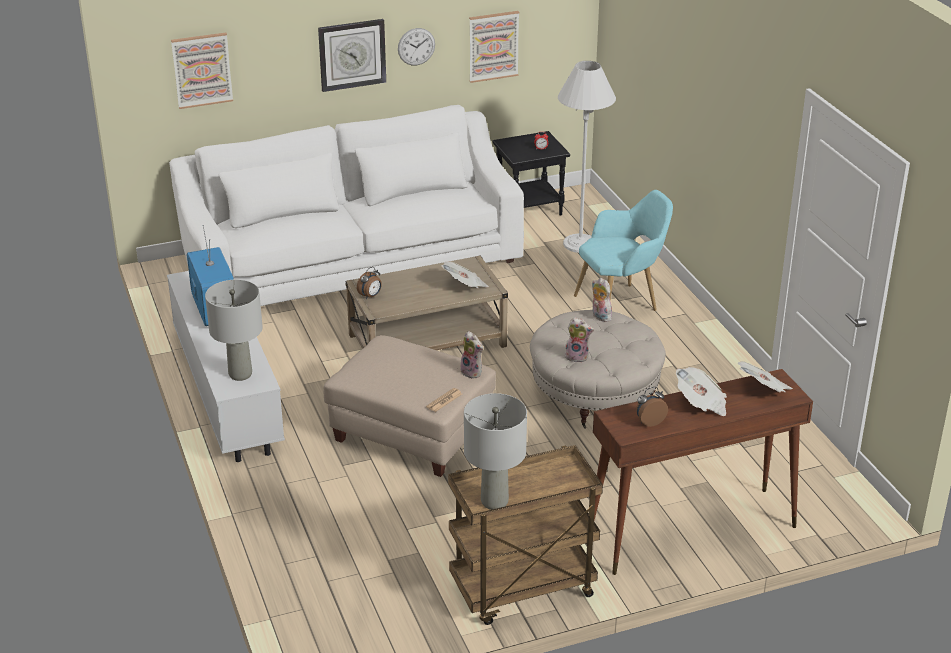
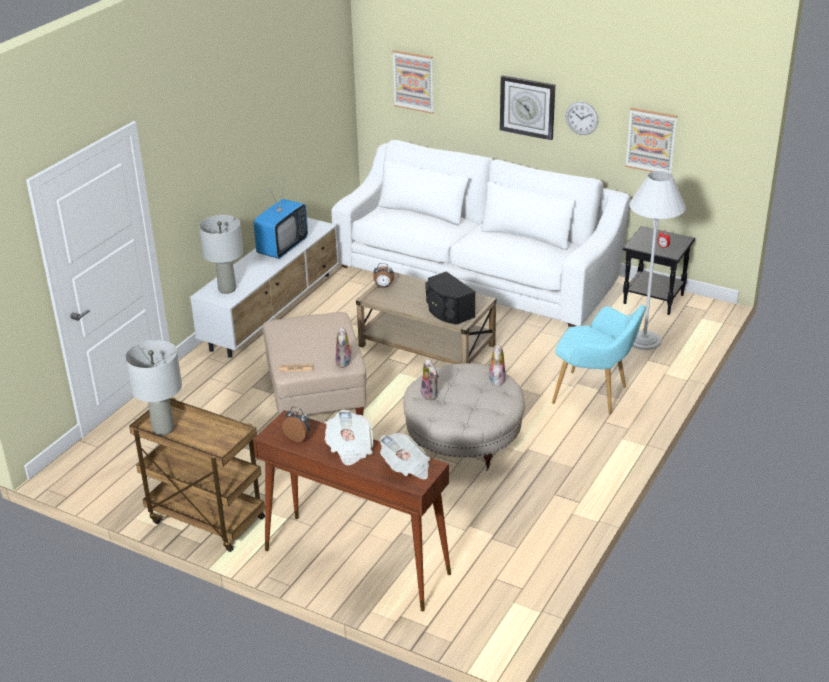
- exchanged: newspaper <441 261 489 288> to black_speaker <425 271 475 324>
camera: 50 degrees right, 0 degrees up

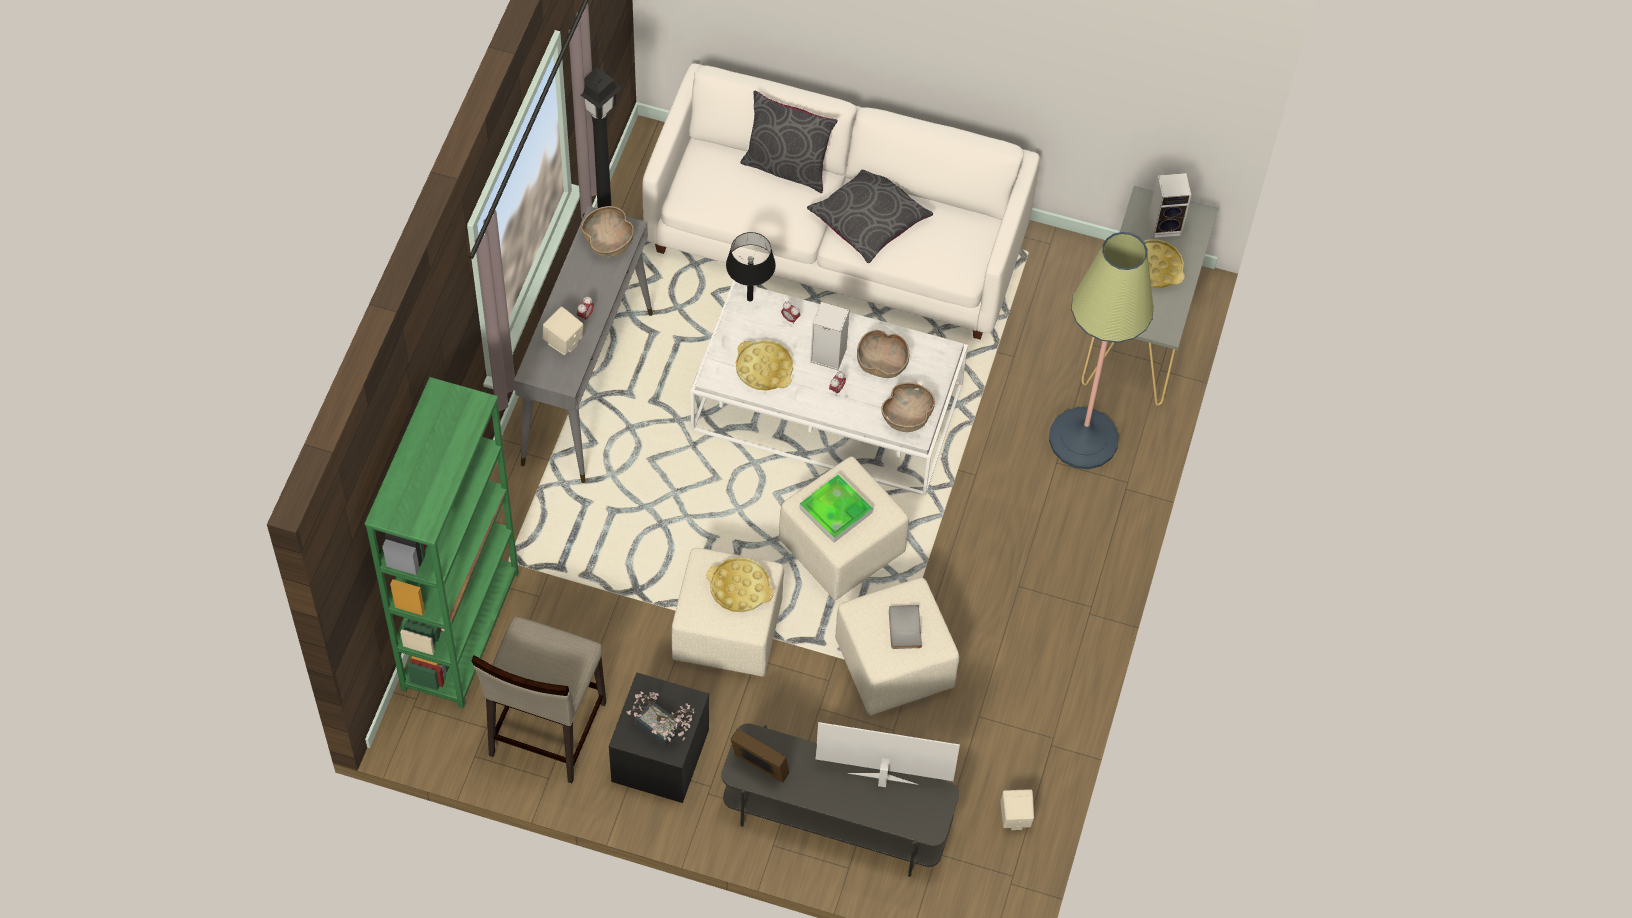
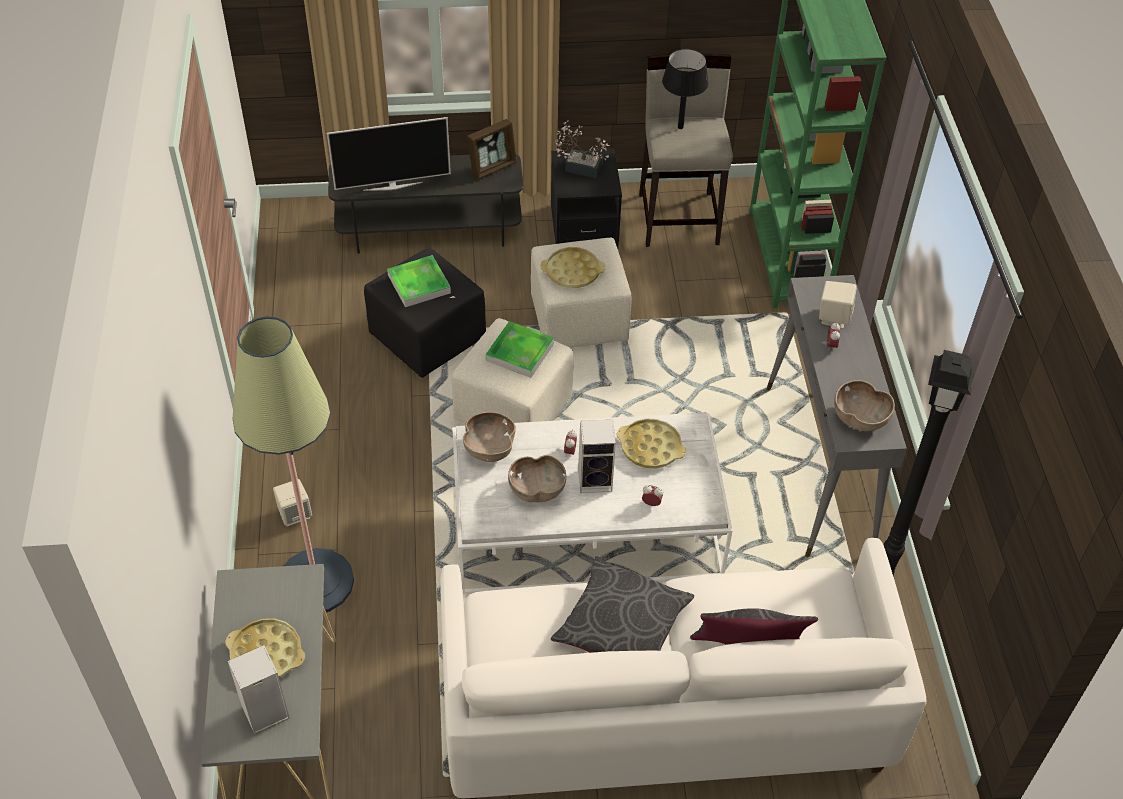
- relocated: beige_speaker <1000 789 1034 830> to <273 479 312 526>
- colour: beige_ottoman <835 578 959 715> to black_ottoman <364 248 486 378>
- exchanged: grey_book <889 605 922 649> to tray <387 255 451 307>
- spun: picture_frame <730 729 789 783> = <467 119 517 180> 45 degrees counterclockwise
- relocated: black_table_lamp <726 232 776 301> to <662 49 708 129>
camera: 160 degrees right, 10 degrees down

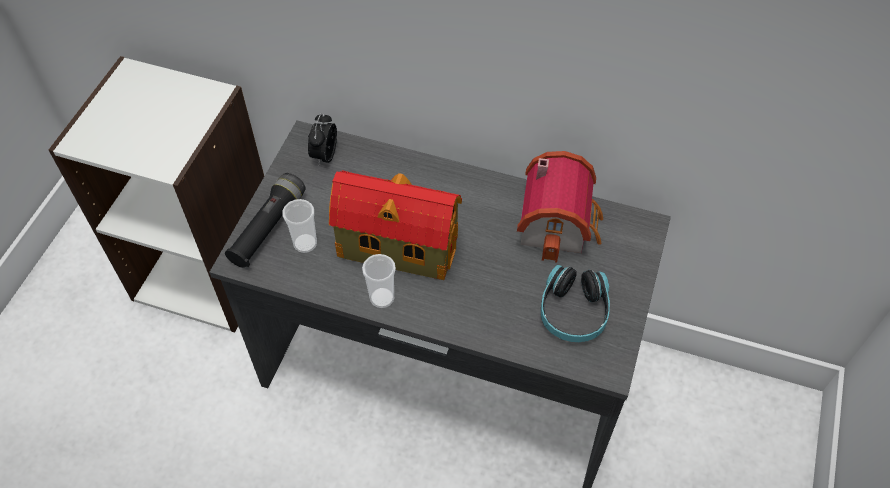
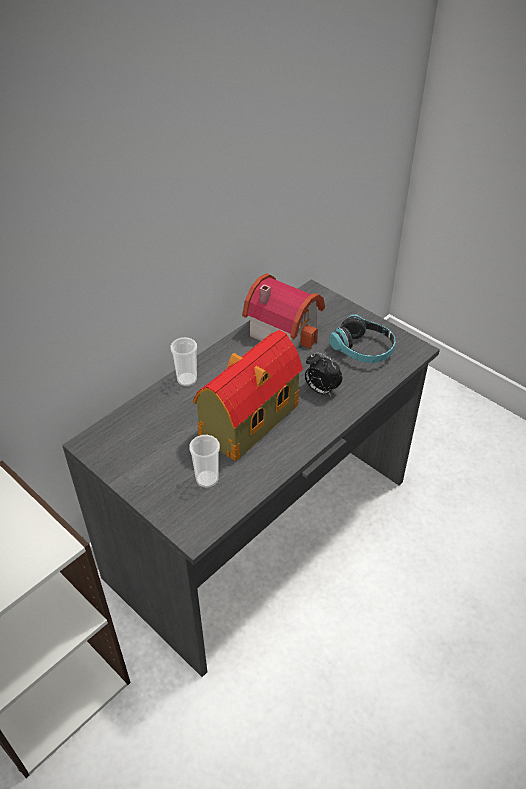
- relocated: cup <362 254 396 308> to <171 337 197 386>
- relocated: alarm_clock <308 113 337 165> to <305 352 342 396>
- missing: black_flashlight <225 173 306 268>
camera: 65 degrees left, 10 degrees down

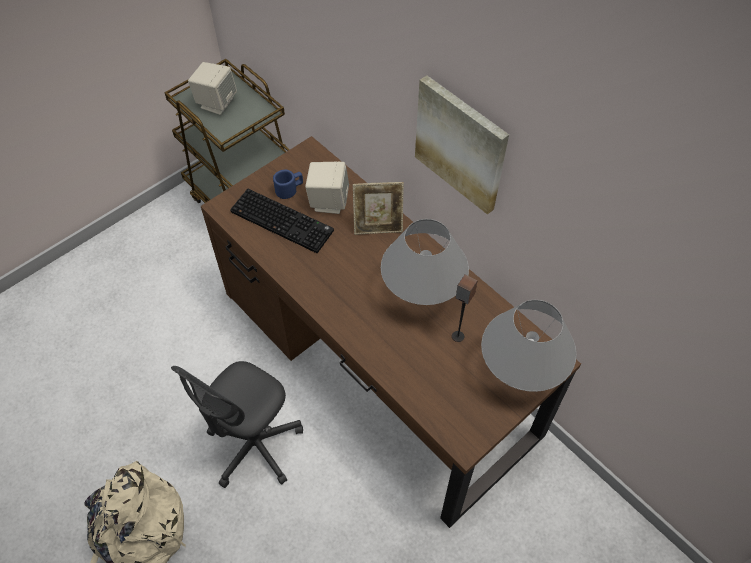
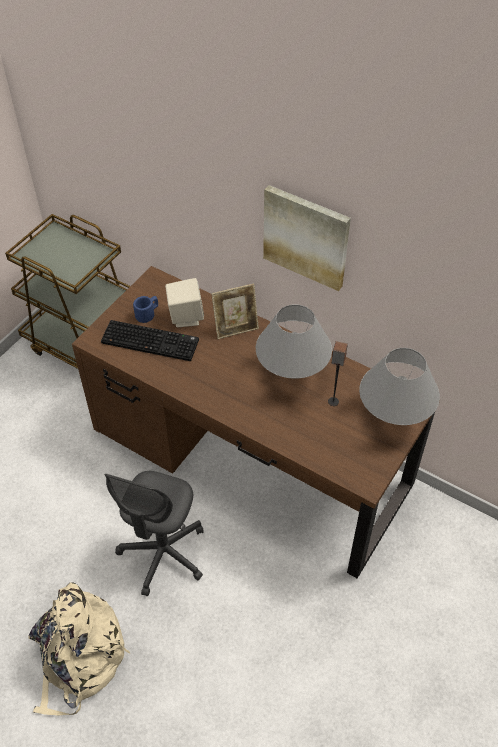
- missing: beige_speaker <188 62 237 115>
camera: 15 degrees left, 5 degrees down

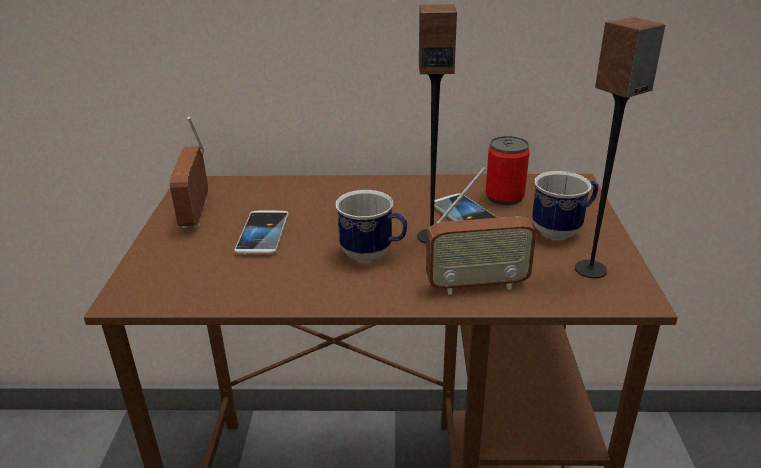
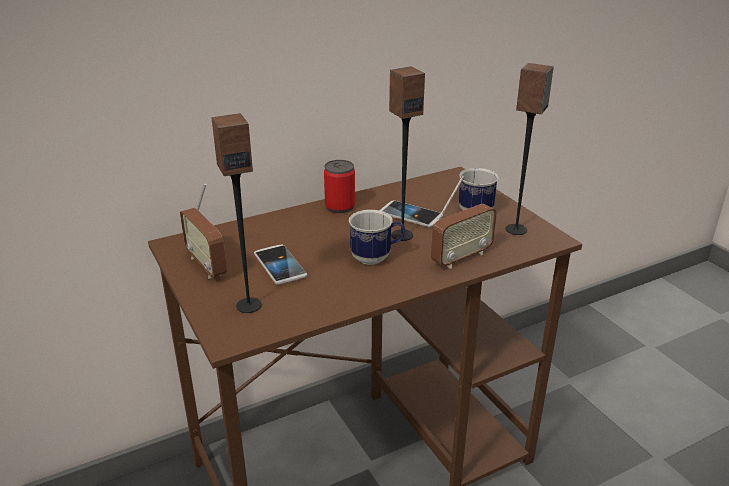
- appeared: speaker <212 113 262 313>
- relocated: can <485 136 529 205> to <324 160 355 213>
camera: 30 degrees left, 0 degrees up

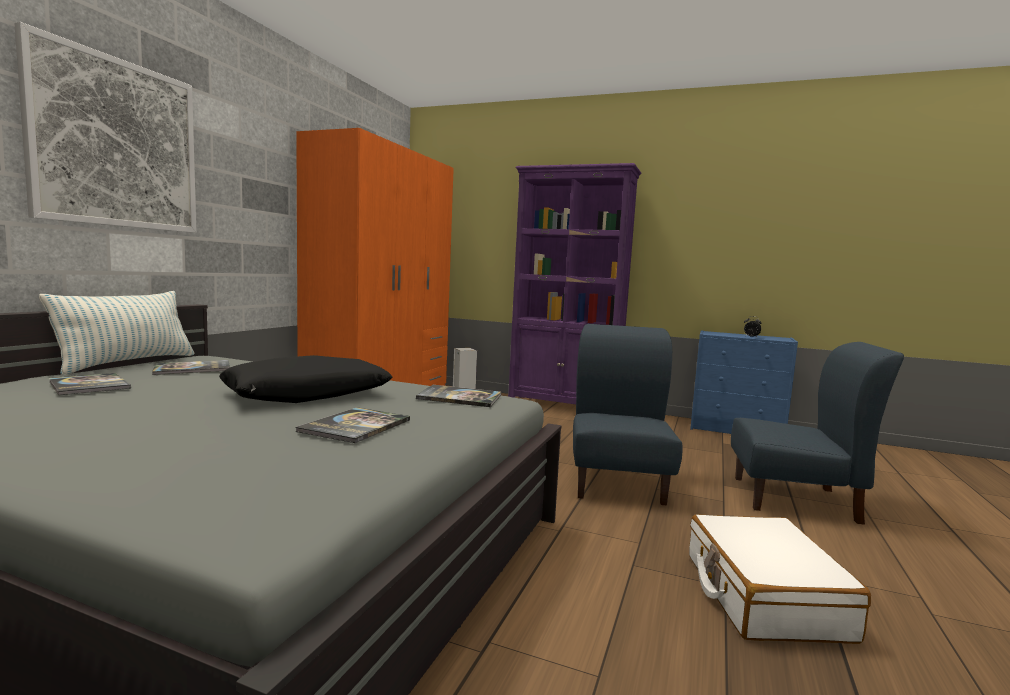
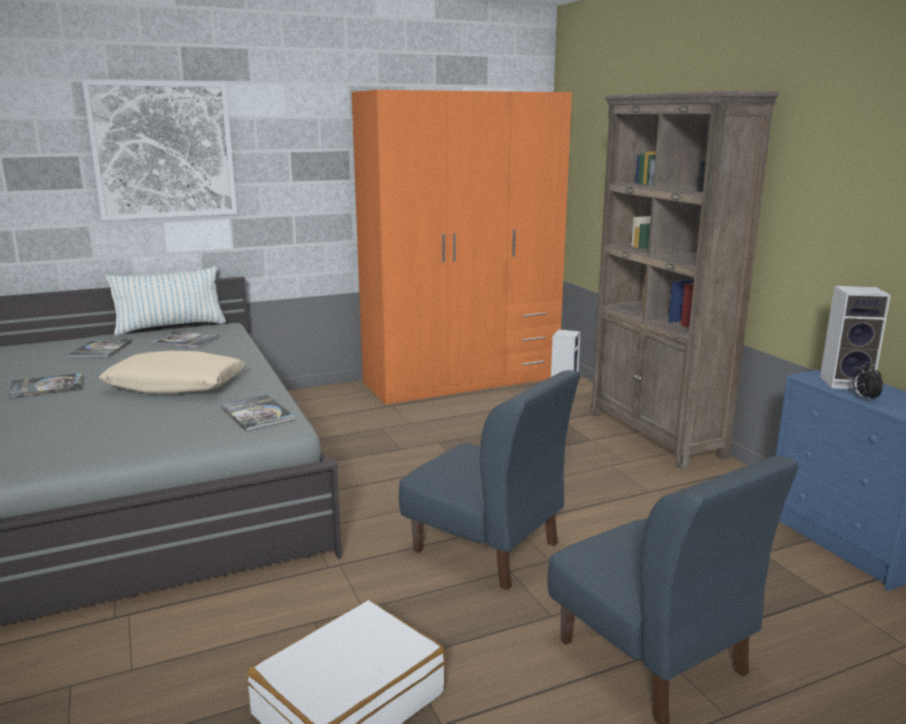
- relocated: book <296 408 410 443> to <8 373 83 398>
- colour: black_pillow <219 355 392 403> to beige_pillow <99 351 246 393>
- spun: blue_chair <573 324 682 505> = <399 370 580 590> 75 degrees clockwise
- colour: purple_bookcase <508 163 641 404> to brown_bookcase <590 90 779 469>
- appeared: speaker <820 286 891 389>
camera: 45 degrees right, 10 degrees up

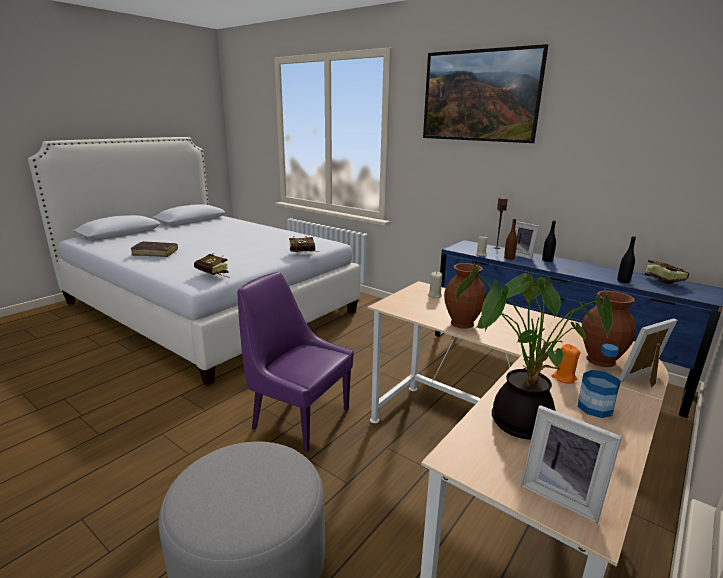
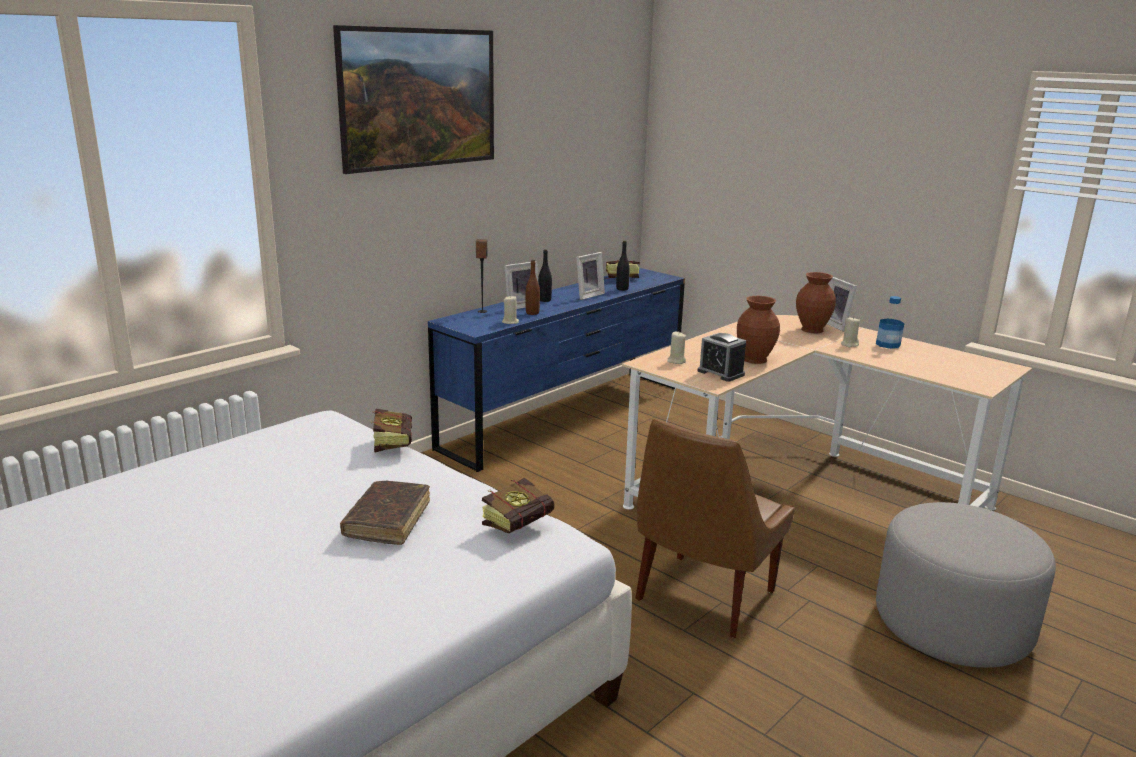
- relocated: brown_book <131 241 178 257> to <340 481 430 545>
- relocated: picture_frame <521 405 622 523> to <576 252 605 300>
- colour: purple_chair <237 272 354 452> to brown_chair <635 419 795 638>
- appeared: alarm_clock <698 333 746 382>
- colour: orange_candle <552 344 581 384> to beige_candle <841 316 860 347>
- missing: potted_plant <455 262 613 439>
camera: 85 degrees left, 0 degrees up

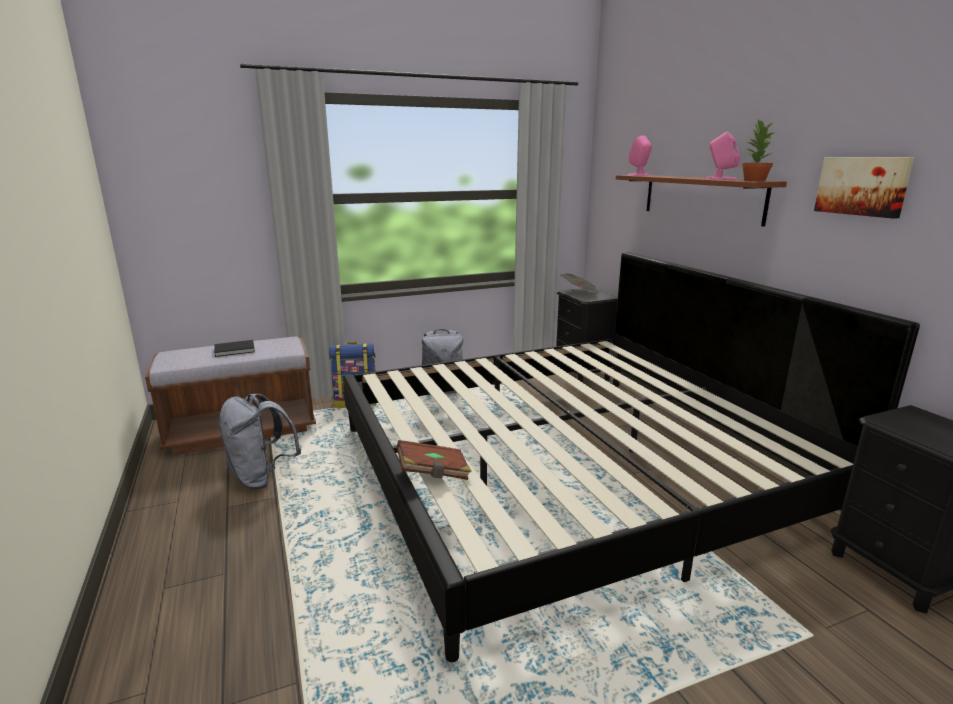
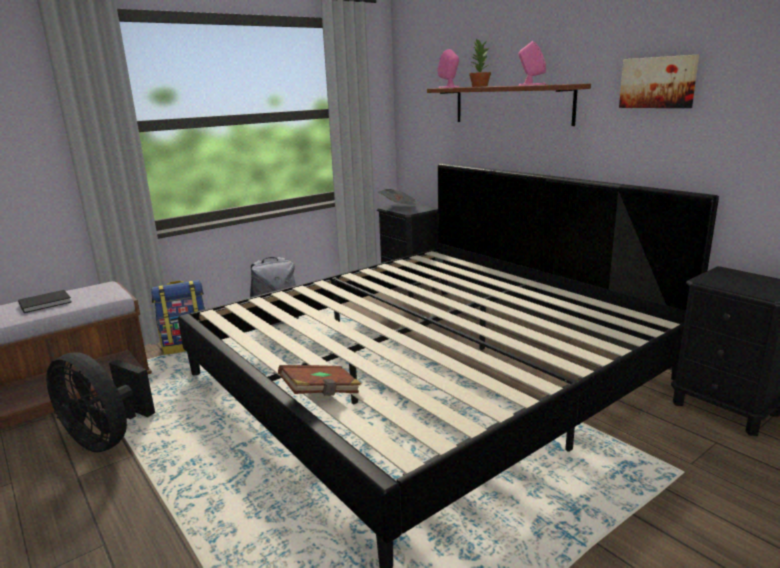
- exchanged: grey_backpack <219 394 301 489> to black_fan <46 352 155 453>
- relocated: potted_plant <742 119 775 181> to <469 39 491 87>
camera: 15 degrees left, 0 degrees up

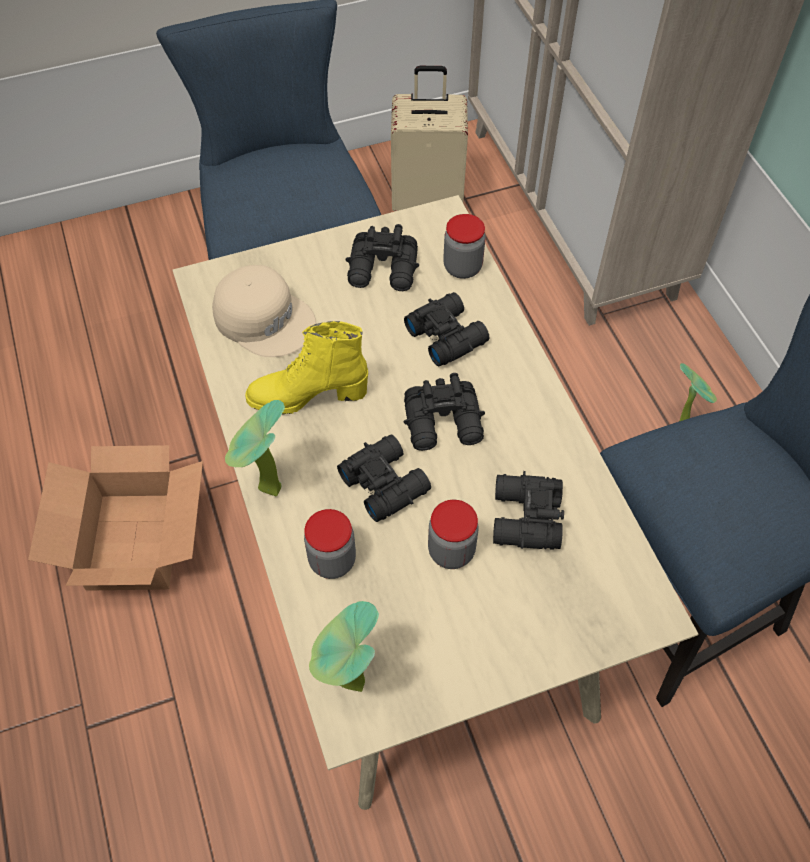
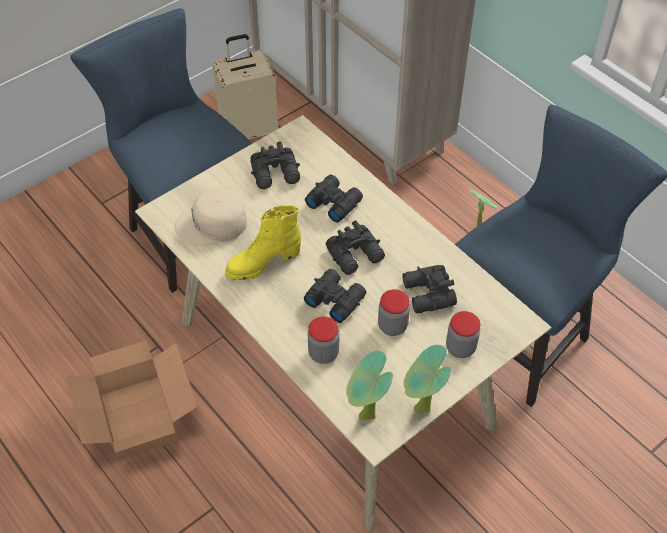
- spun: beige_cap <212 265 316 357> = <175 188 247 246> 150 degrees clockwise
- relocated: potted_plant <225 400 285 496> to <404 345 452 413>
- relocated: jar <443 214 485 279> to <446 311 480 358>
camera: 20 degrees left, 5 degrees down

